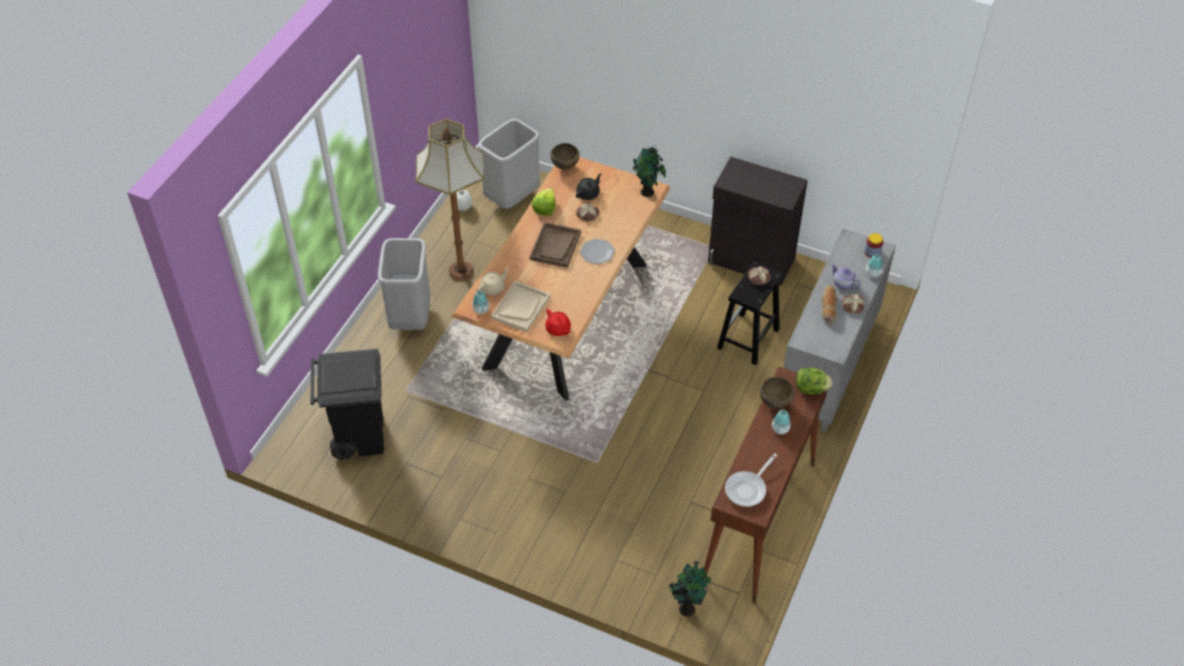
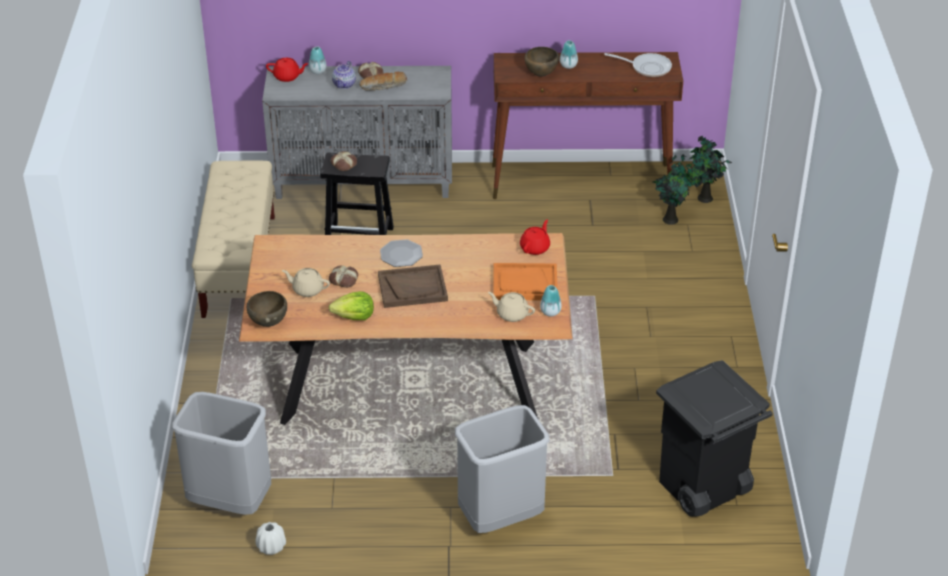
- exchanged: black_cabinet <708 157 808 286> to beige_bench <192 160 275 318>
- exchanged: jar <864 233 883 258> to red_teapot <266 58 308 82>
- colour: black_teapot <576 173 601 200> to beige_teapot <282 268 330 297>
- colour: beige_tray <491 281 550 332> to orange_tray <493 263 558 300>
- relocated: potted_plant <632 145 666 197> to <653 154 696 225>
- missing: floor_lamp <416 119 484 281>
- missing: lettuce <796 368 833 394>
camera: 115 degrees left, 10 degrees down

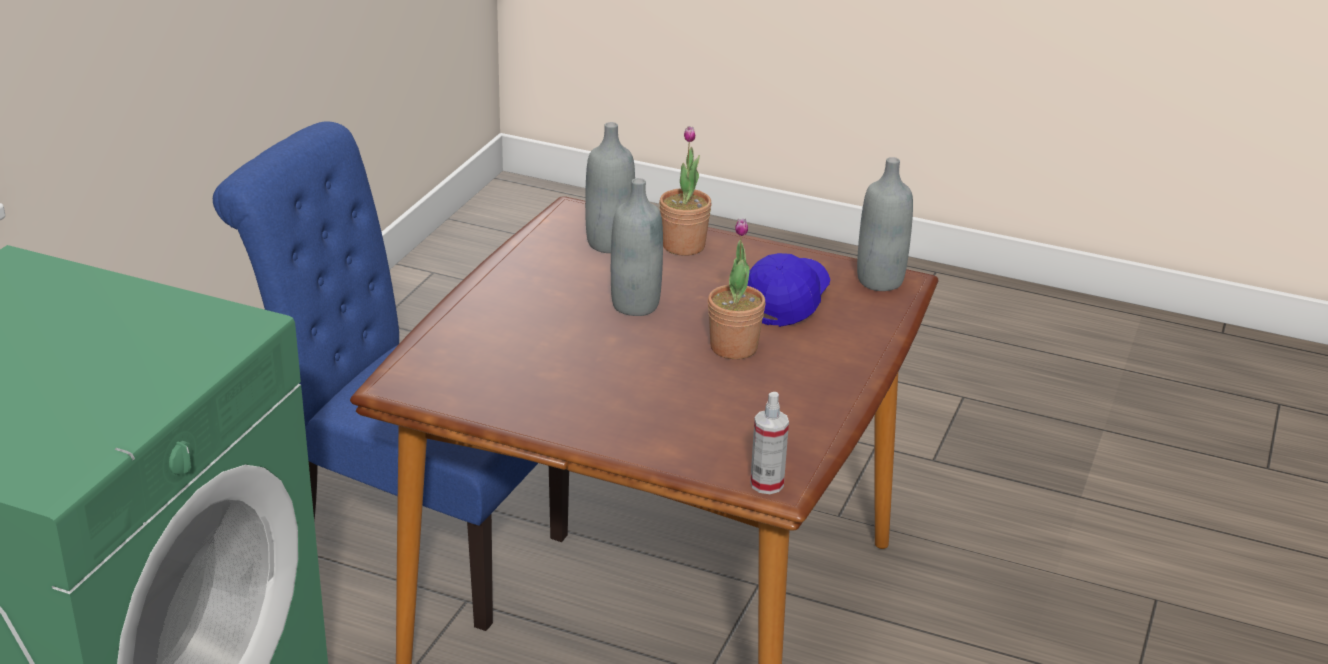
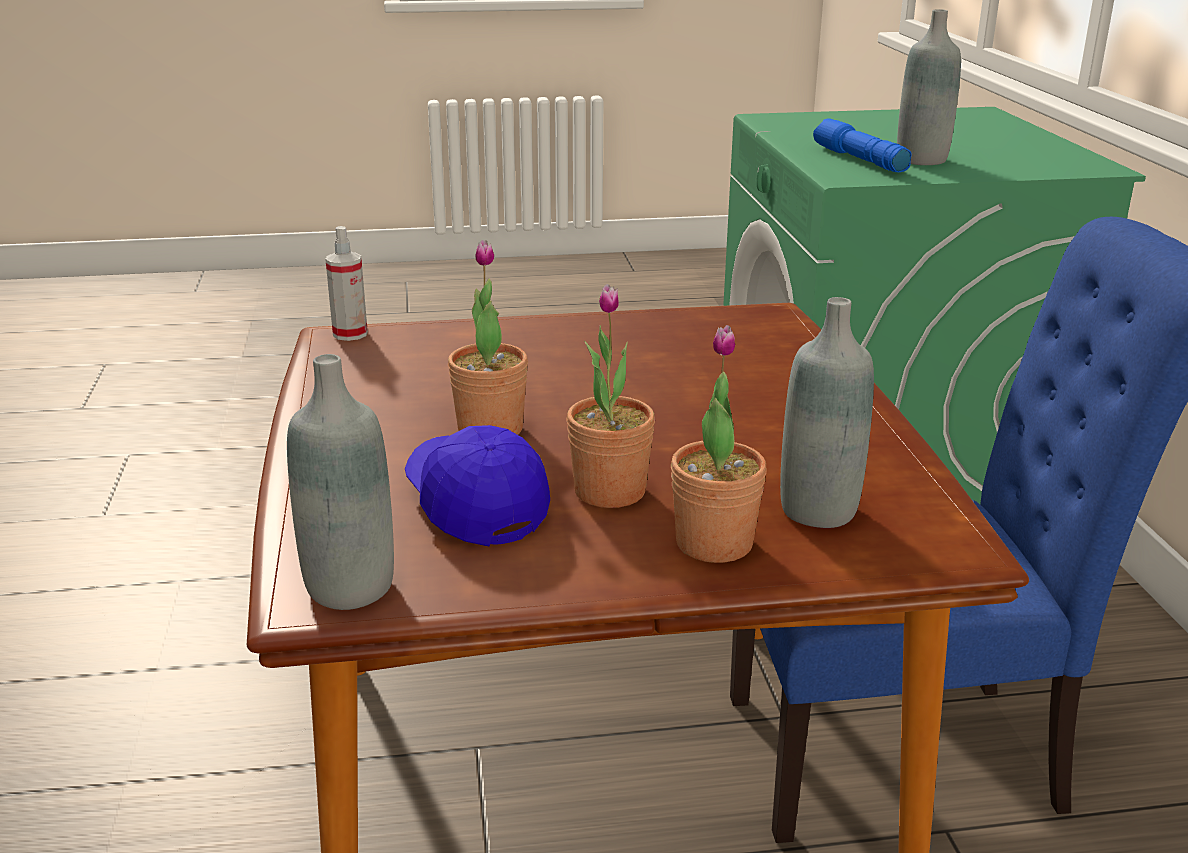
- spun: blue_cap <747 253 830 327> = <405 425 550 547> 150 degrees clockwise
- appeared: potted_plant <567 284 655 508>
- appeared: blue_flashlight <813 118 912 172>
- relocated: grey_bottle <611 178 663 316> to <897 9 961 165>
camera: 150 degrees right, 5 degrees down

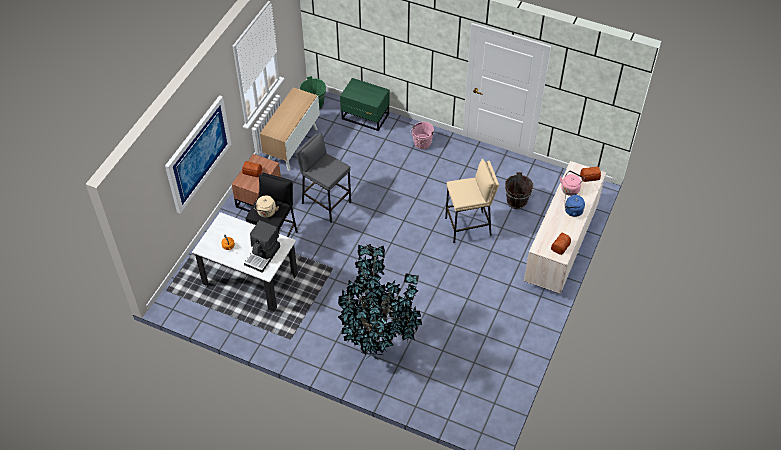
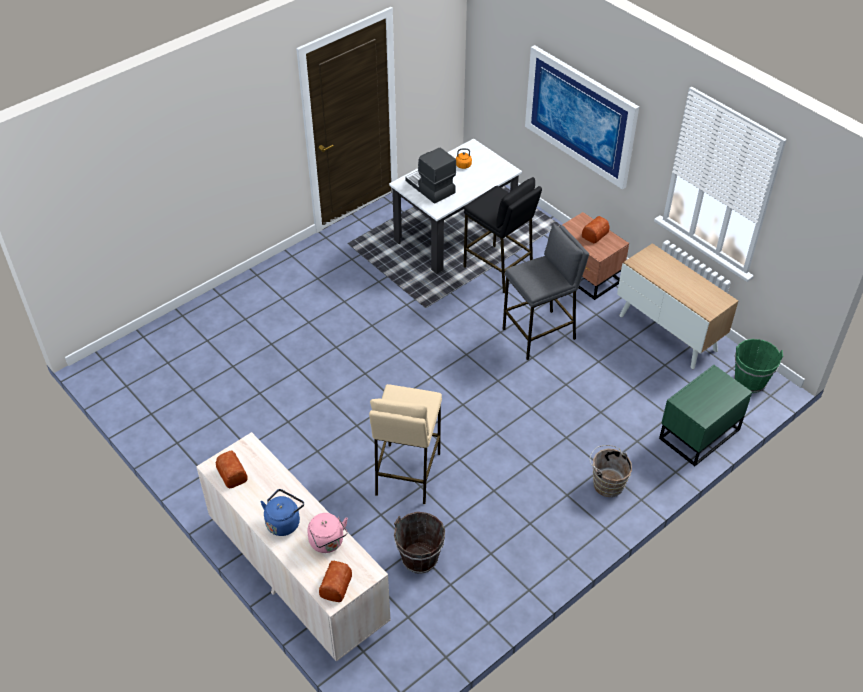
- colour: pink_bucket <411 122 434 149> to brown_bucket <590 445 632 497>
- missing: beige_kettle <254 195 279 217>
- missing: potted_plant <338 244 422 360>
camera: 115 degrees right, 5 degrees down

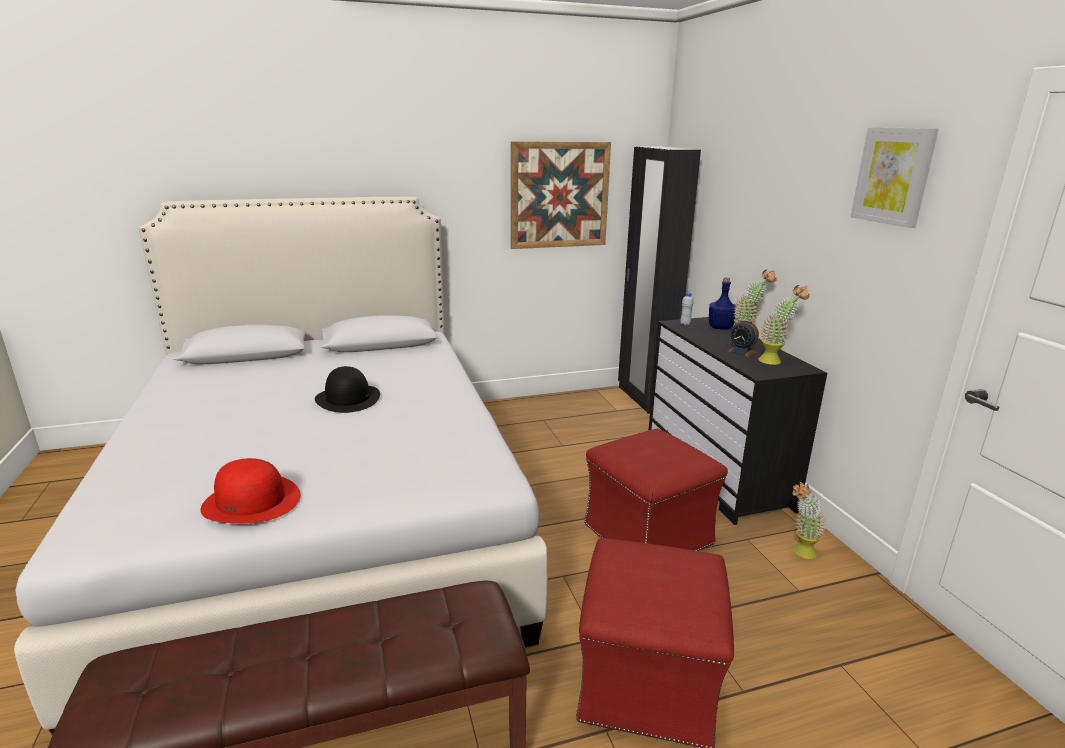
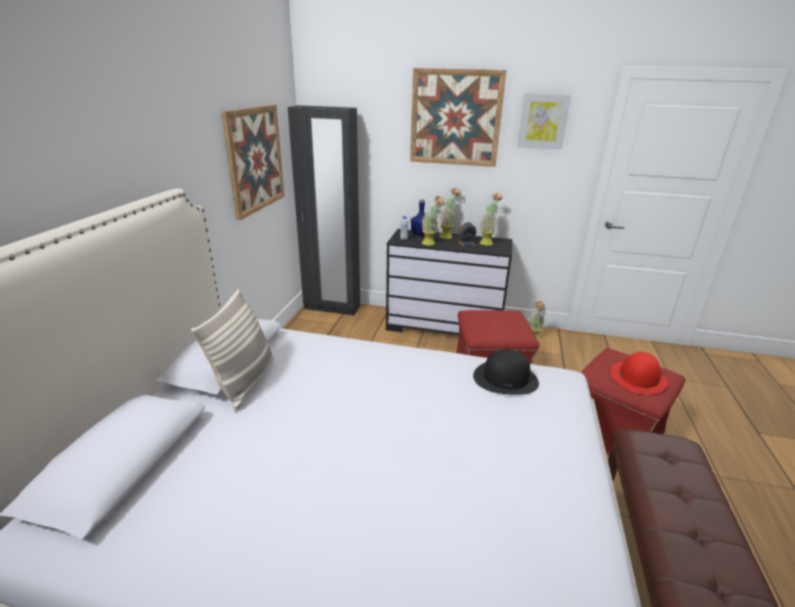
- appeared: pillow <191 289 274 412>
- appeared: picture <410 68 506 167>
- appeared: potted_plant <421 196 444 245>
- relocated: black_hat <315 366 380 413> to <473 349 539 395>
- relocated: red_hat <200 458 300 524> to <611 352 668 395>
camera: 60 degrees left, 5 degrees up

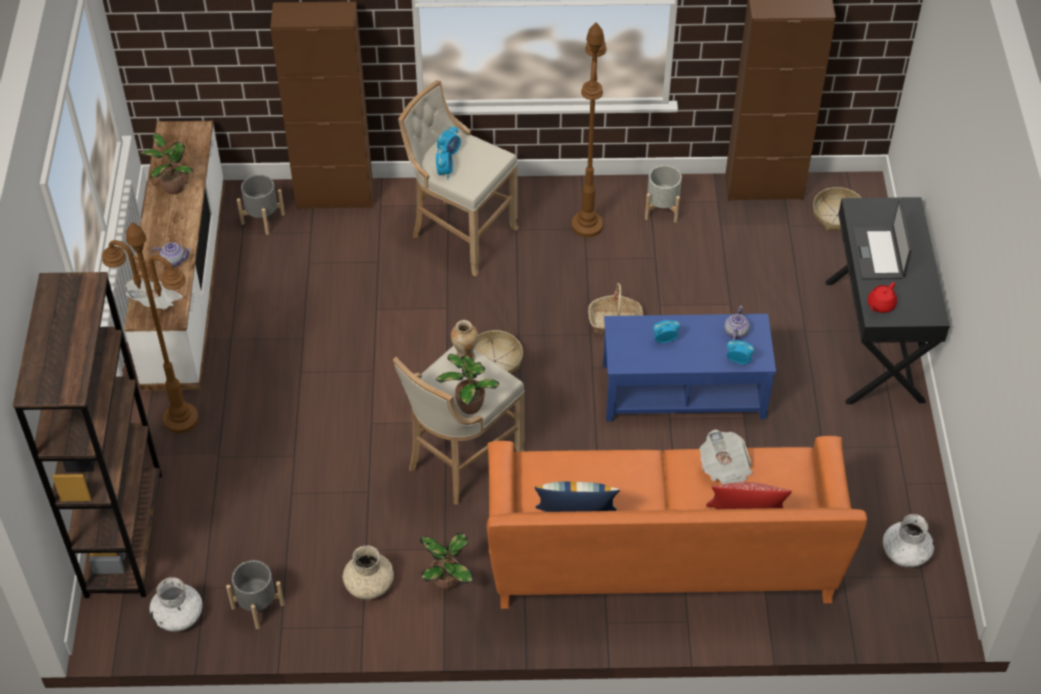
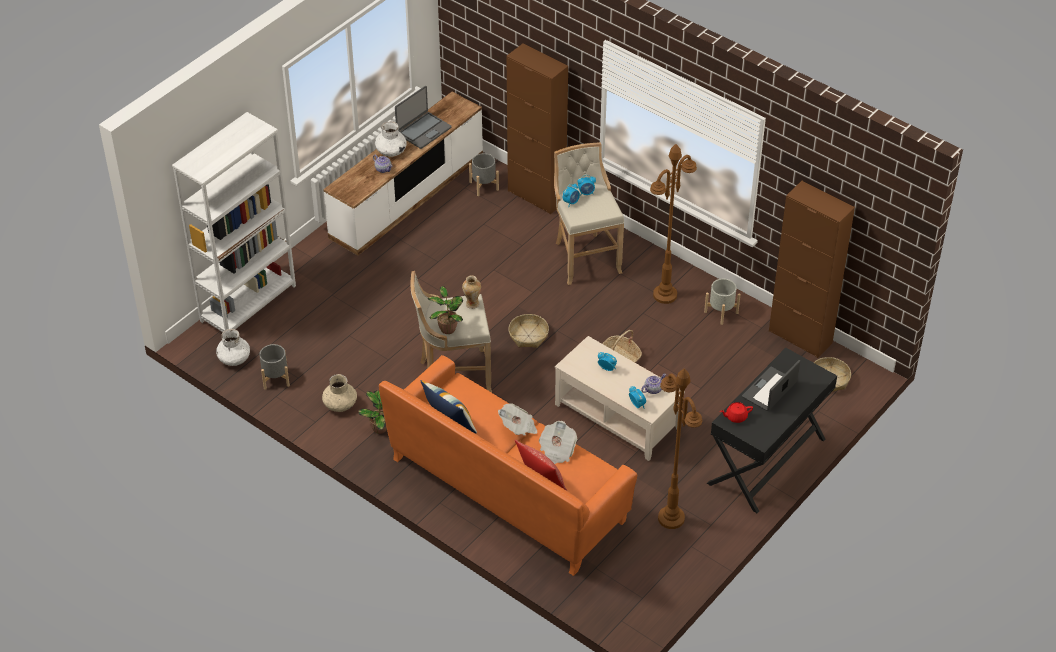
- colour: brown_bookcase <13 272 162 598> to white_bookcase <172 112 296 332>
- relocated: white_vase <883 514 934 567> to <375 121 407 157>
- exchanged: potted_plant <140 133 193 194> to laptop <395 86 451 149>
- relocated: newspaper <125 279 183 309> to <498 403 538 436>
- colour: blue_coffee_table <603 314 776 422> to beige_coffee_table <555 336 685 461>
- relocated: brown_floor_lamp <102 222 199 433> to <658 369 702 529>
camera: 40 degrees right, 5 degrees down

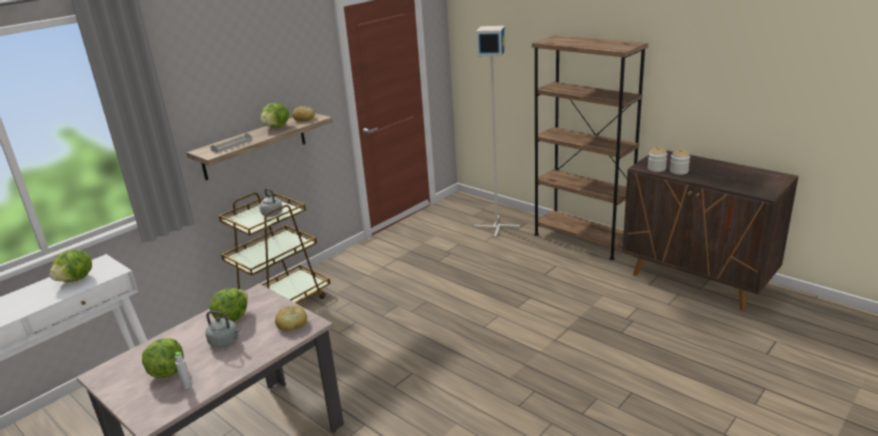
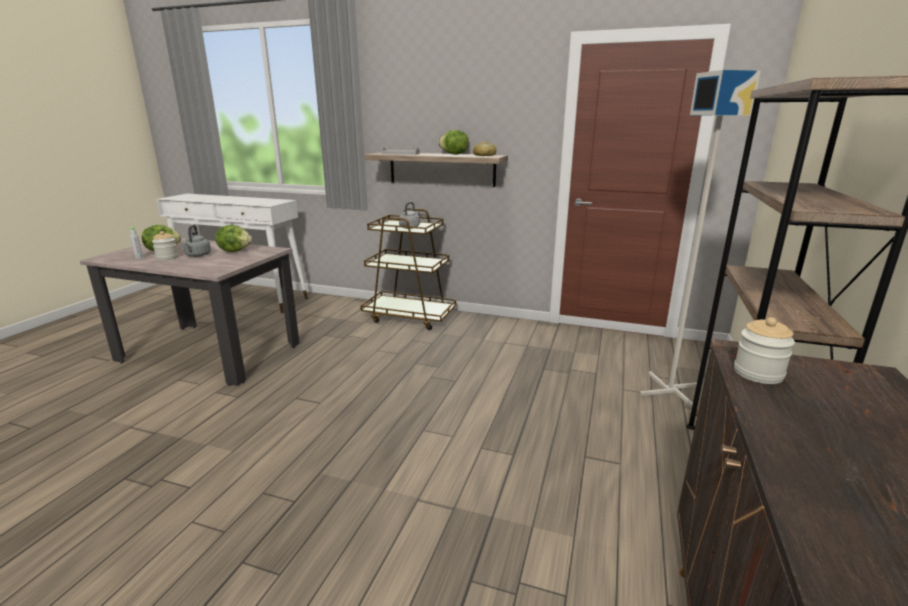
- relocated: jar <670 148 690 175> to <152 231 178 260>
- missing: lettuce <49 249 92 282>
- missing: bread <275 305 307 332>
camera: 65 degrees right, 5 degrees down

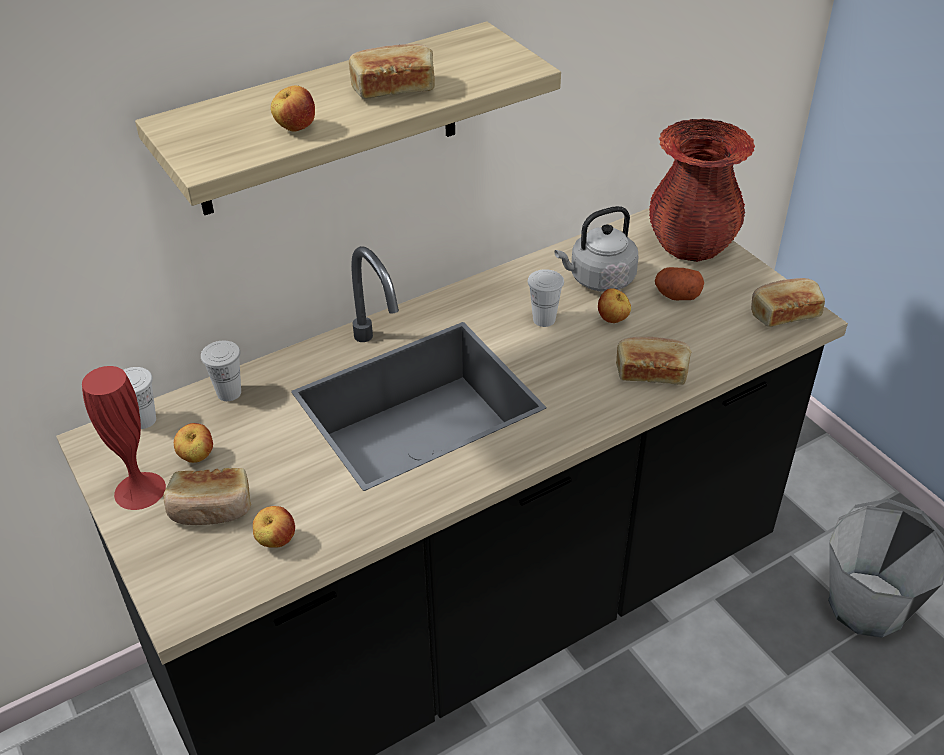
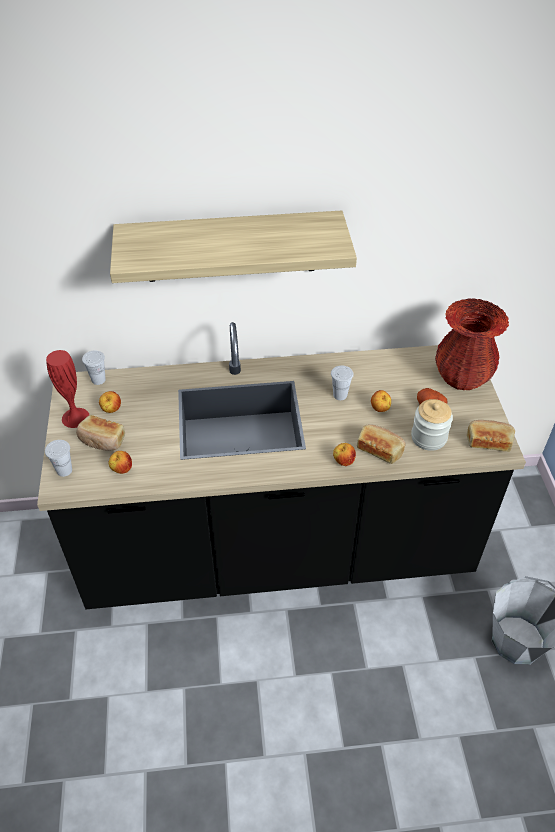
- relocated: white_cup <201 341 241 401> to <45 440 72 477>
- relocated: apple <271 85 315 132> to <333 443 356 466>
- appeared: jar <411 399 453 451>
- missing: bread <349 44 435 99>
- missing: grey_kettle <554 206 638 292>
camera: 25 degrees right, 5 degrees up

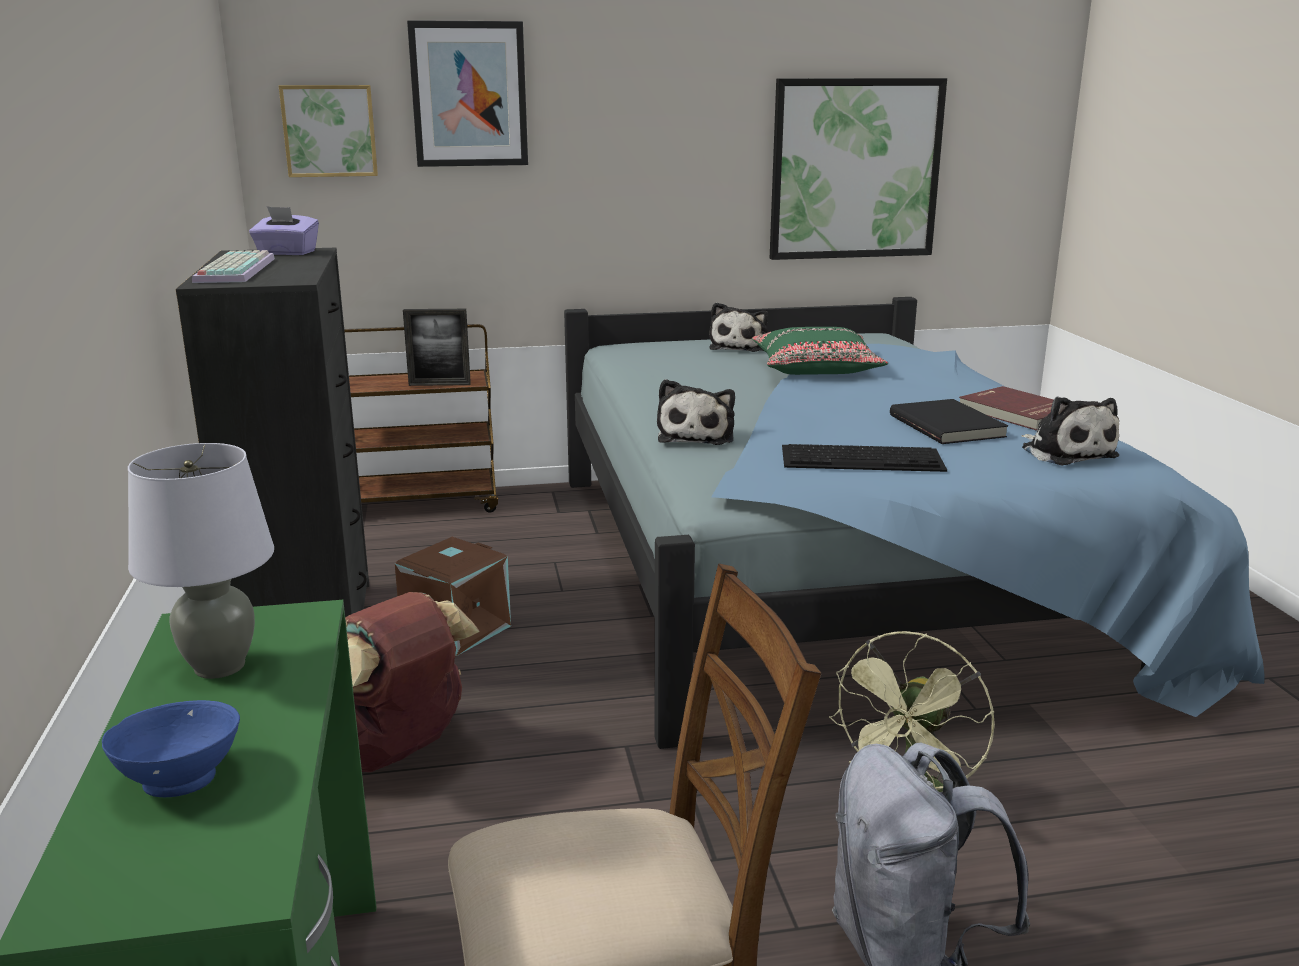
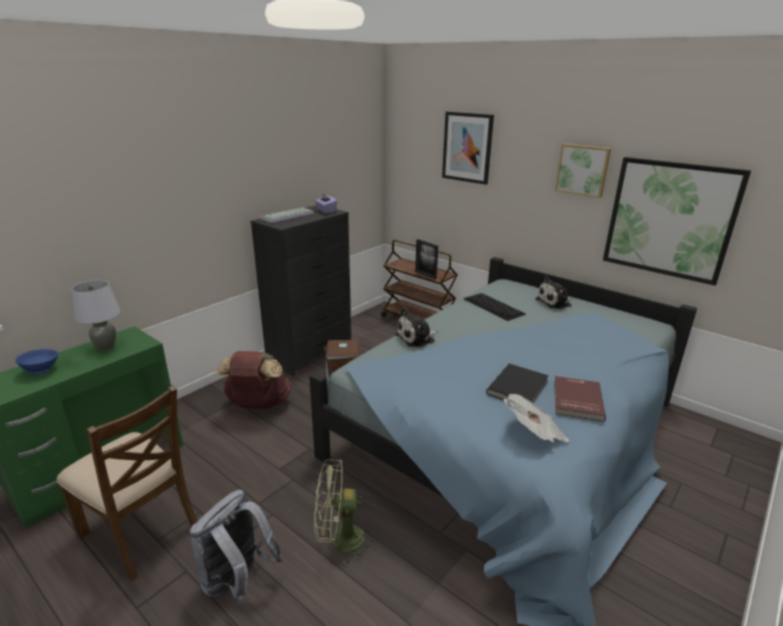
- relocated: keyboard <782 444 947 472> to <464 293 526 321>
- exchanged: plush_toy <1021 396 1120 465> to newspaper <503 394 569 443>
- relocated: picture <279 85 378 177> to <555 144 611 198>
- missing: green_pillow <752 327 888 375>
camera: 50 degrees right, 5 degrees up

